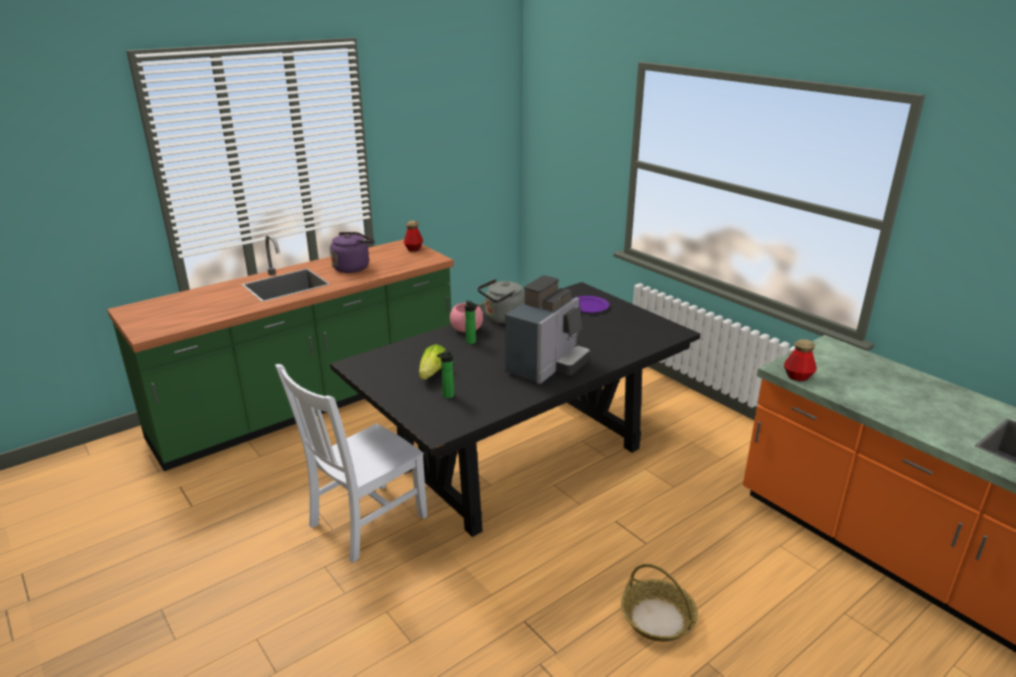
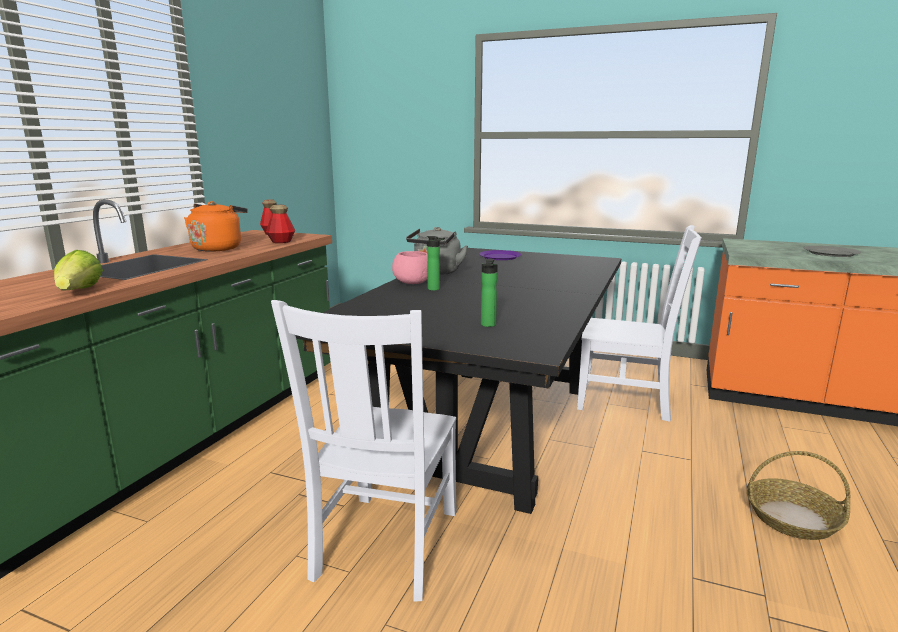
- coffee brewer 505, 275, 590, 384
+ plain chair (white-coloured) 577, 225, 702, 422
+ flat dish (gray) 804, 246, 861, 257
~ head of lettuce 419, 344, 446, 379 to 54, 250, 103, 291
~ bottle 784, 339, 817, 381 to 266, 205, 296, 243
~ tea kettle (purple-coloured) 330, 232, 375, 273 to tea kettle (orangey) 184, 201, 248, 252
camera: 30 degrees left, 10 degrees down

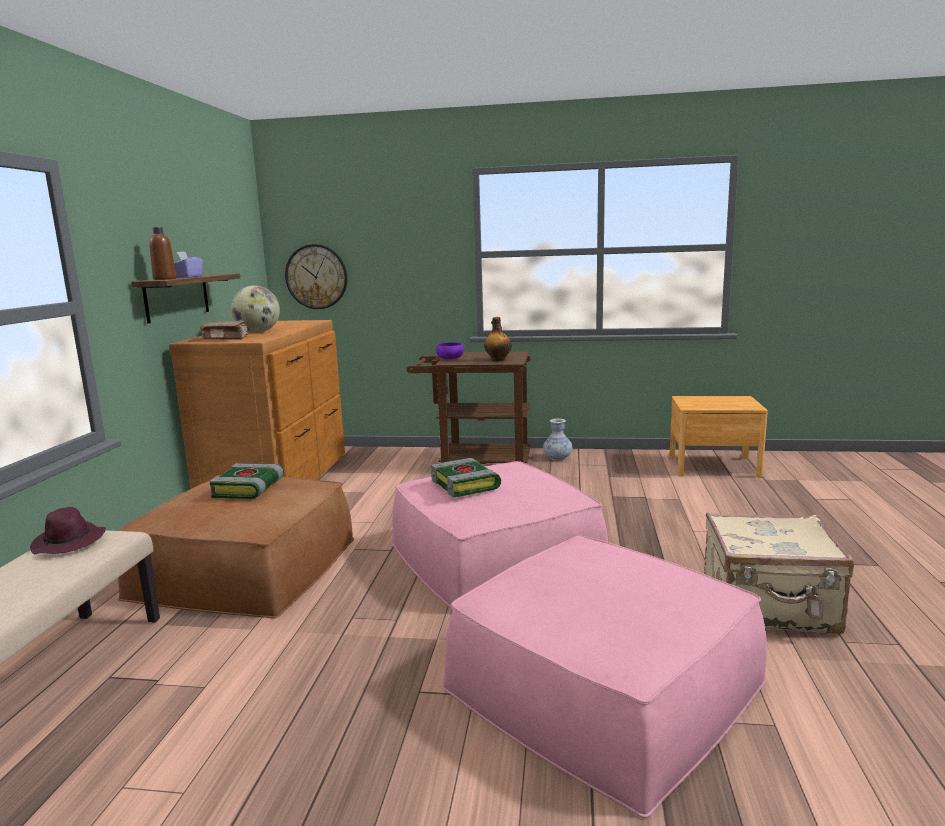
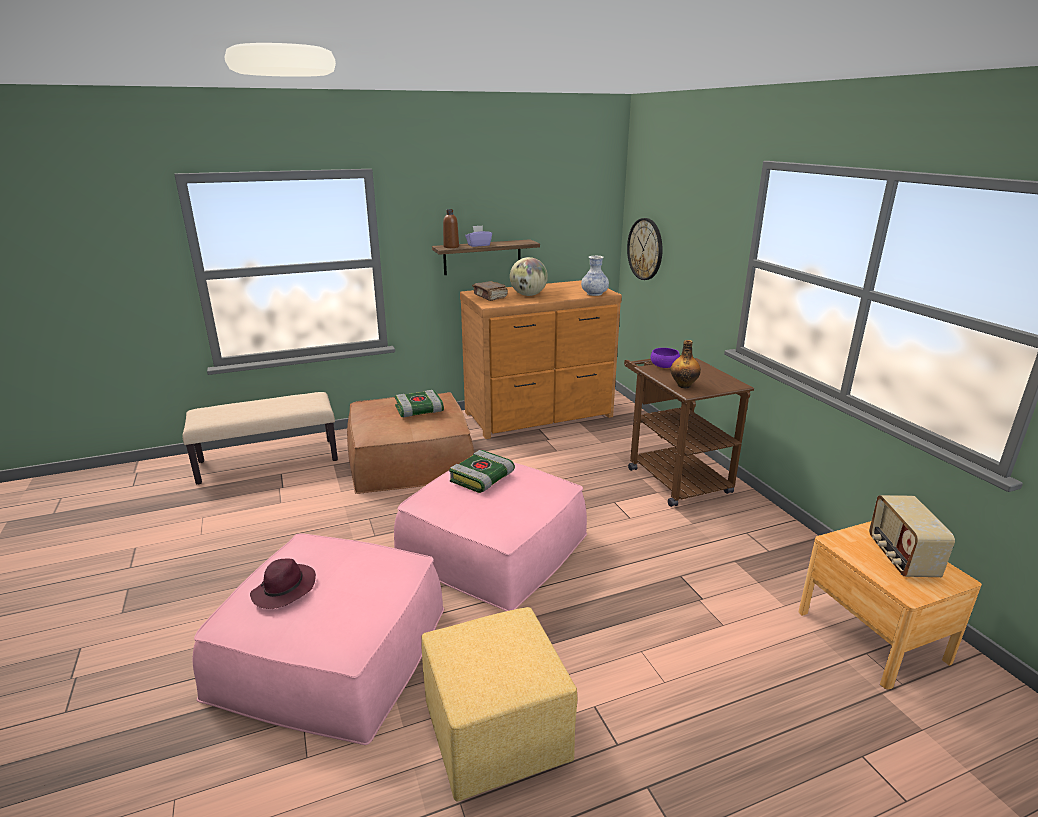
+ radio receiver 869, 495, 955, 577
~ clothing hat (purple-coloured) 30, 507, 106, 554 to 250, 558, 316, 609
~ flower vase 543, 419, 572, 461 to 581, 256, 609, 296
~ piece of luggage (beige-coloured) 704, 512, 854, 634 to pouffe (yellowish) 421, 607, 578, 801
camera: 60 degrees right, 10 degrees up

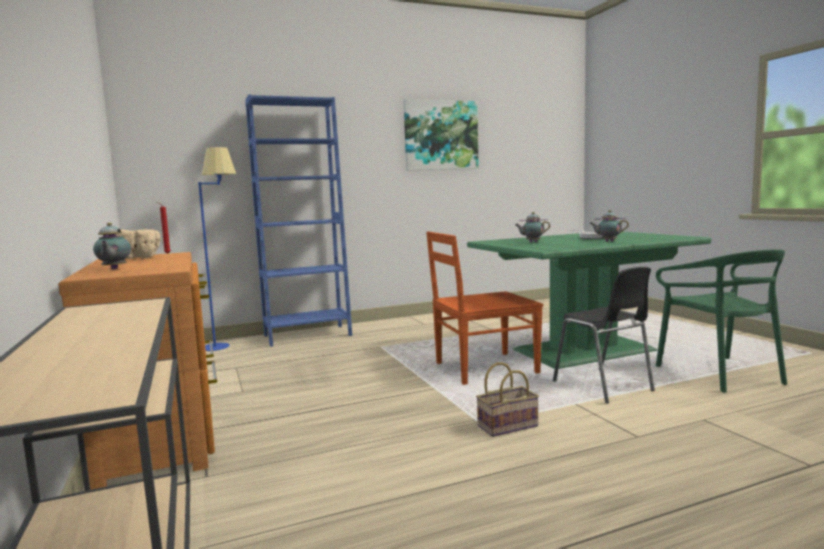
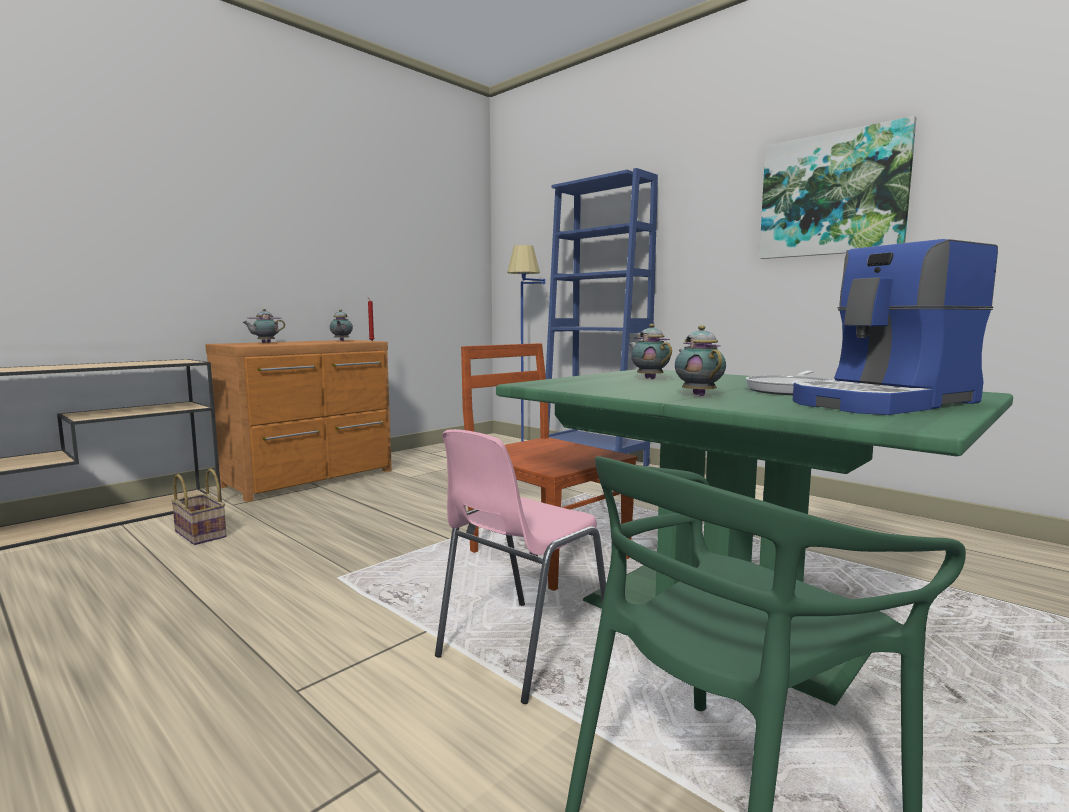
+ coffee brewer 793, 239, 998, 415
~ basket 476, 362, 539, 437 to 171, 468, 227, 545
~ serving bowl (beige-coloured) 118, 229, 161, 259 to tea pot 330, 309, 353, 341
~ plain chair (blackish) 553, 267, 655, 403 to plain chair (pink-coloured) 435, 429, 606, 704
camera: 65 degrees right, 0 degrees up

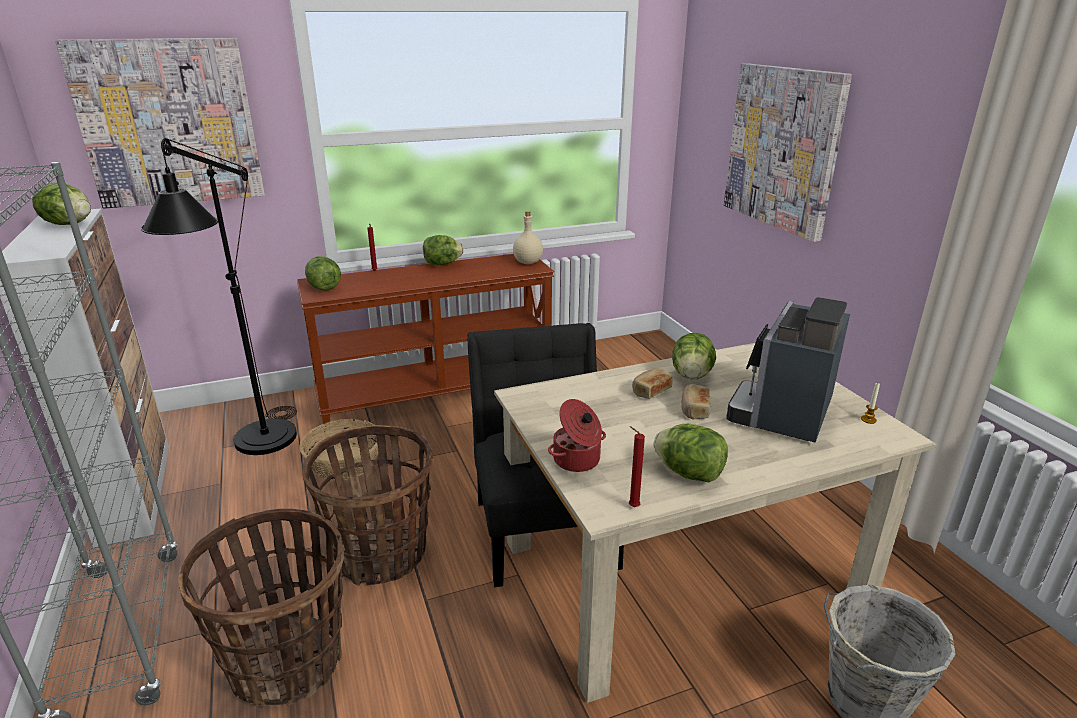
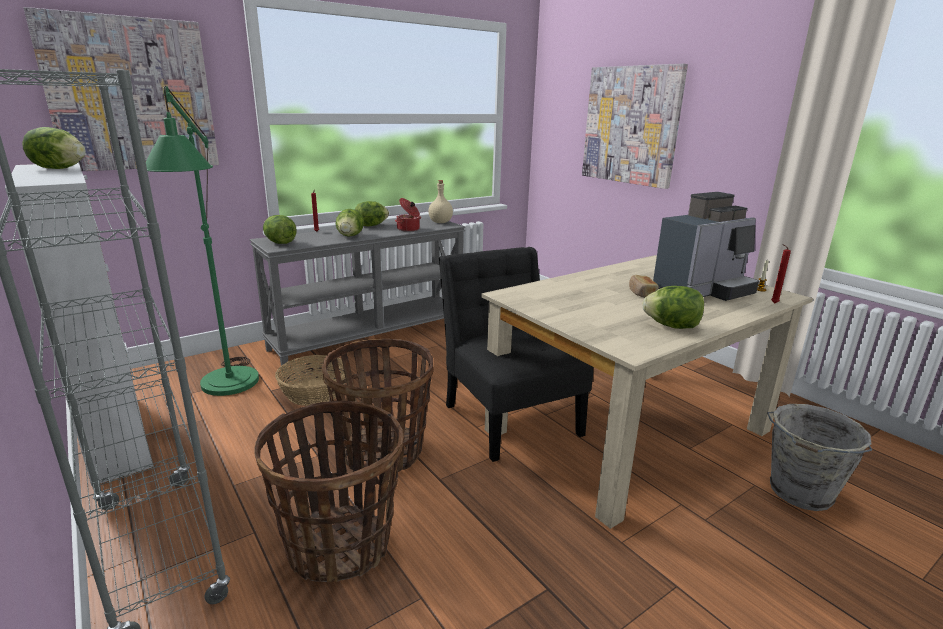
- baked bread 632, 368, 673, 399
~ cooking pot 548, 399, 606, 472 to 395, 198, 421, 232
~ wax light (reddish) 629, 426, 645, 507 to 771, 244, 791, 303
~ head of lettuce 672, 333, 716, 379 to 335, 209, 364, 237
~ standard lamp (blackish) 141, 138, 297, 455 to standard lamp (greenish) 146, 86, 259, 396
~ hall table (brown) 297, 254, 554, 427 to hall table (gray) 250, 218, 465, 370
~ coffee brewer 726, 297, 850, 443 = 653, 192, 759, 301 135 degrees counterclockwise
camera: 15 degrees left, 5 degrees down

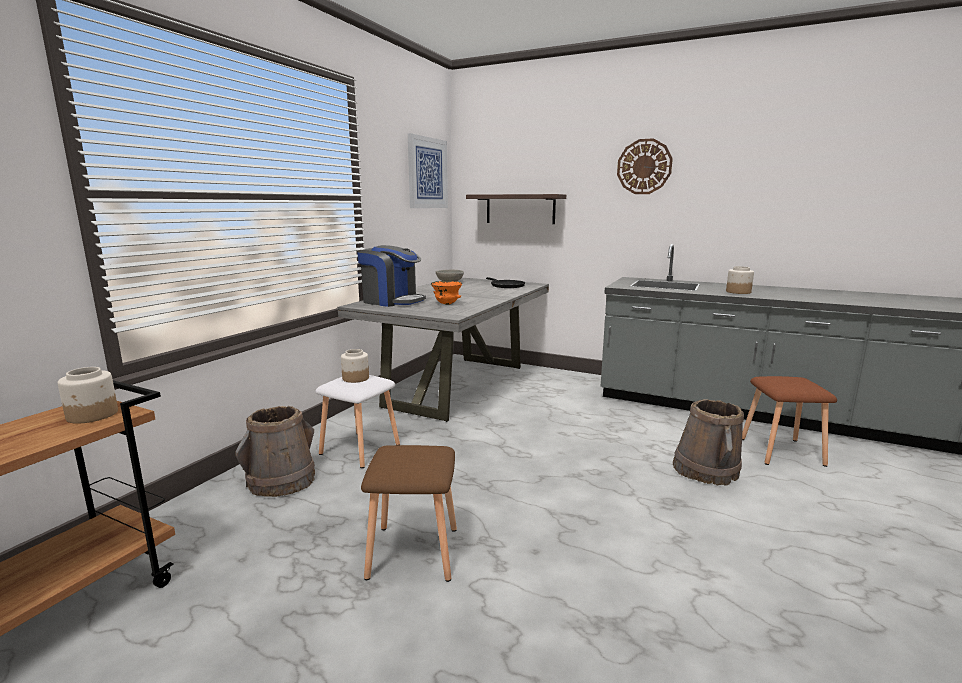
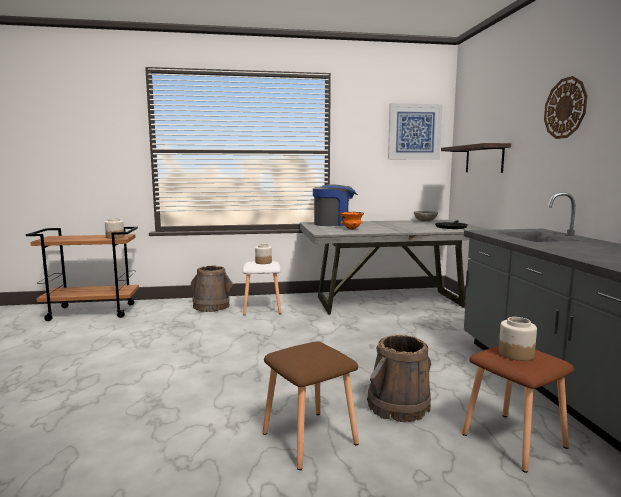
~ stool seat (brown) 361, 445, 457, 582 to 263, 341, 359, 470
~ jar 726, 266, 754, 294 to 499, 317, 537, 361
~ coffee brewer 357, 245, 426, 307 = 313, 184, 358, 226 90 degrees counterclockwise
camera: 55 degrees right, 5 degrees down

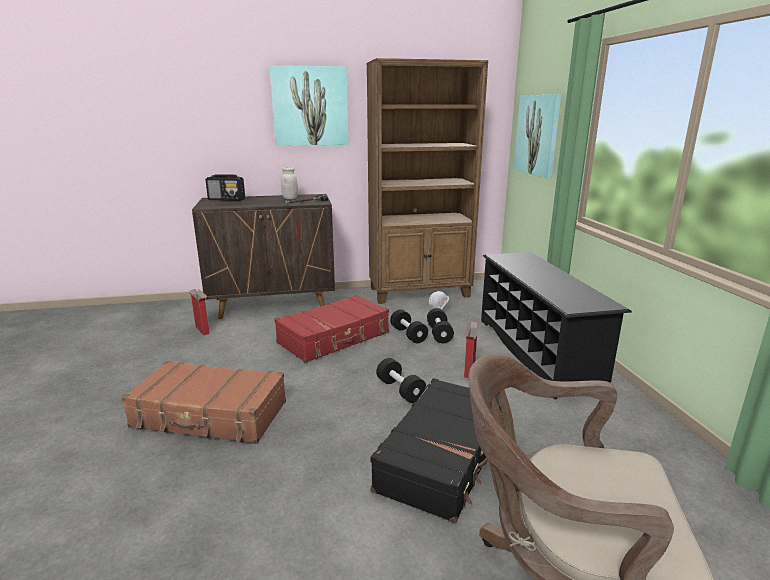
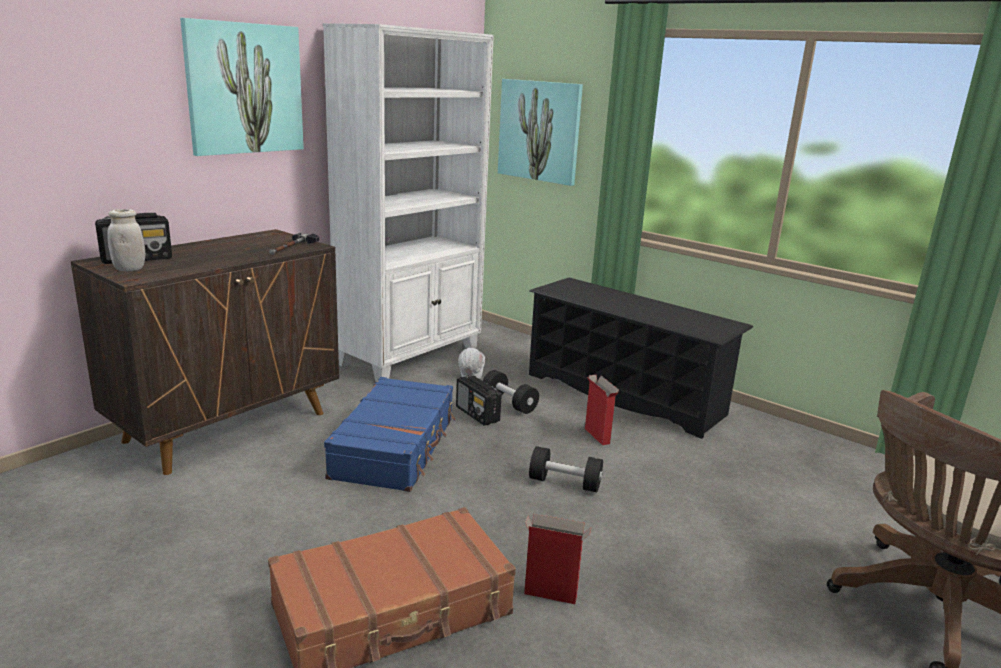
- piece of luggage (blackish) 371, 378, 502, 523
~ cardboard box 188, 289, 210, 335 to 524, 513, 591, 604
~ jar (white-coloured) 281, 167, 298, 199 to 107, 209, 145, 271
~ hand weight (blackish) 390, 309, 428, 343 to radio receiver 456, 375, 502, 426
~ piece of luggage (reddish) 274, 295, 389, 363 to piece of luggage (blue-coloured) 324, 377, 455, 492
~ bookshelf (brown) 367, 58, 488, 304 to bookshelf (white-coloured) 323, 23, 494, 382
camera: 40 degrees left, 0 degrees up

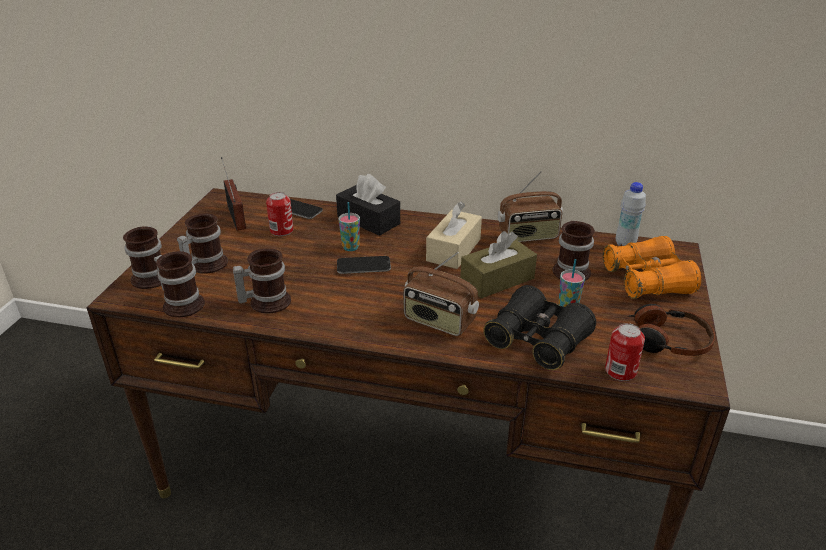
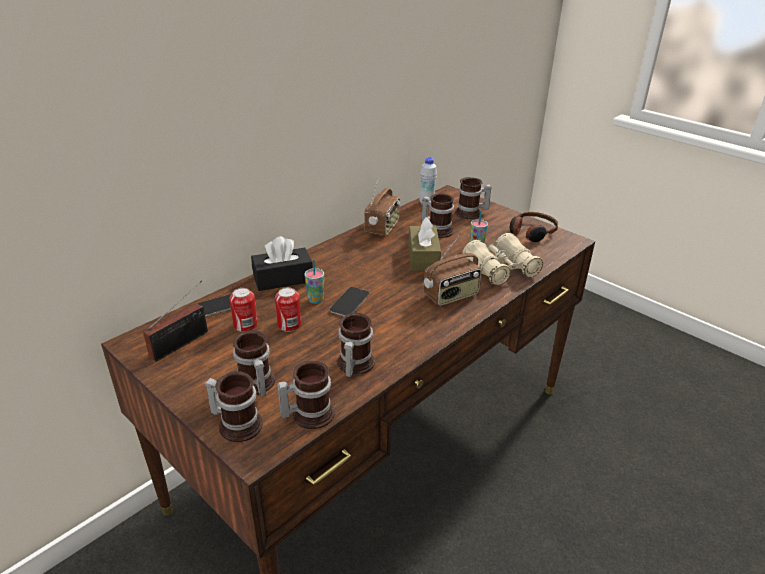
- tissue holder (beige-coloured) 426, 202, 482, 269
~ can 605, 323, 645, 381 to 275, 287, 301, 332
~ binoculars (orangey) 603, 236, 701, 299 to coffee mug 455, 177, 492, 219
~ binoculars (blackish) 483, 285, 596, 370 to binoculars (beige-coloured) 462, 233, 543, 285
~ radio receiver 221, 157, 246, 231 = 143, 281, 208, 362 120 degrees clockwise
camera: 60 degrees left, 0 degrees up

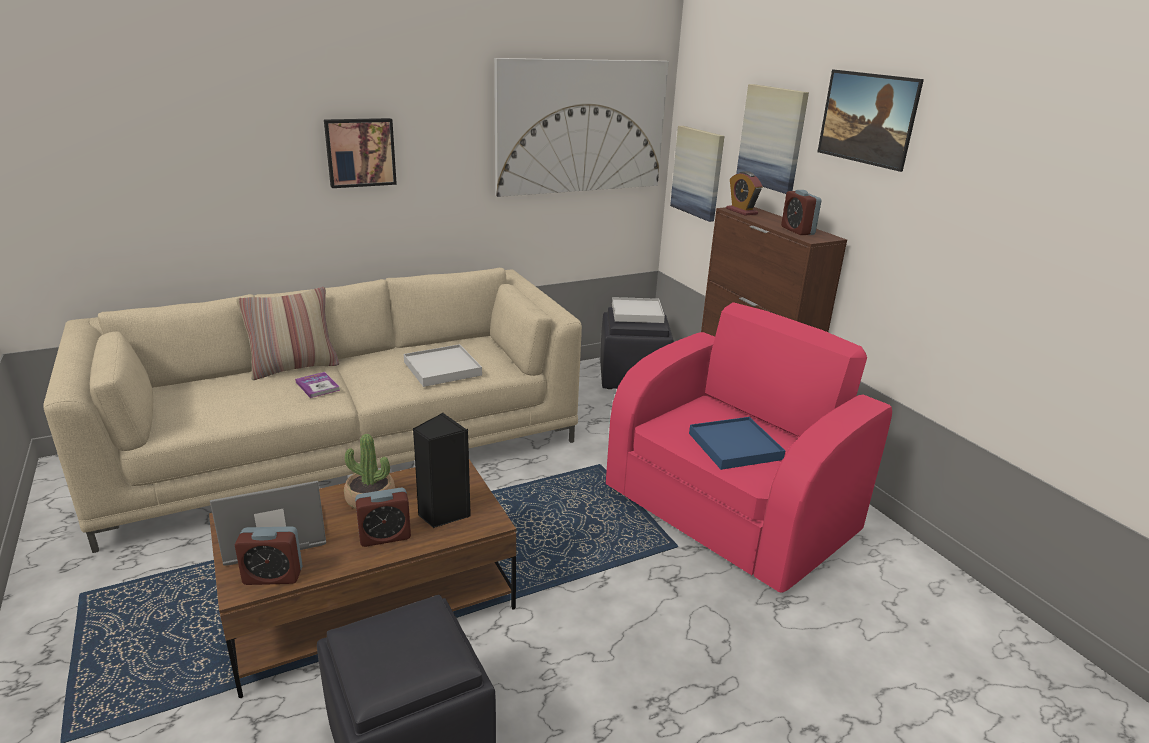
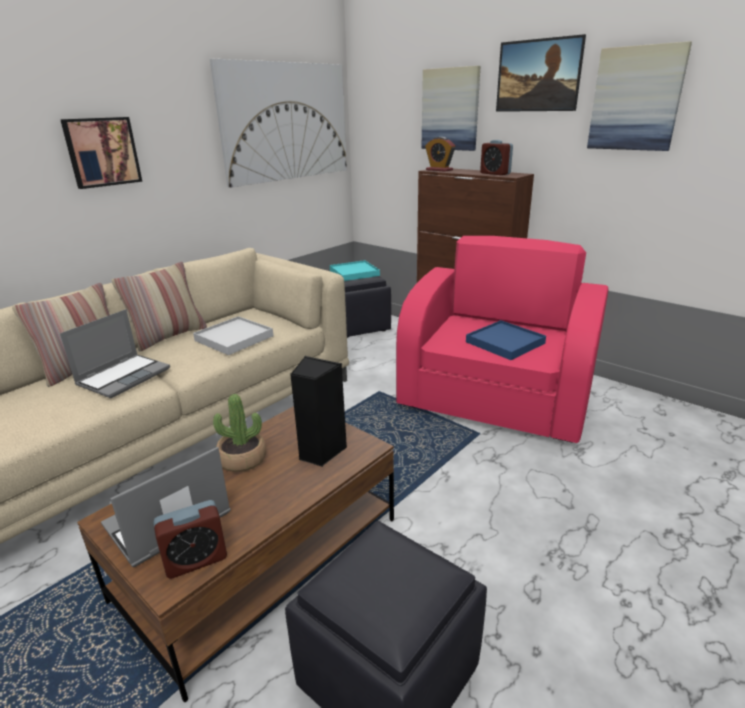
- table clock 355, 487, 411, 547
+ cushion 112, 262, 207, 351
~ picture 670, 126, 724, 222 to 587, 41, 692, 151
~ bound book 295, 372, 340, 398 to notebook computer 60, 309, 170, 398
~ tray (white-coloured) 612, 297, 665, 323 to tray (turquoise-coloured) 330, 260, 380, 281
camera: 20 degrees left, 0 degrees up

